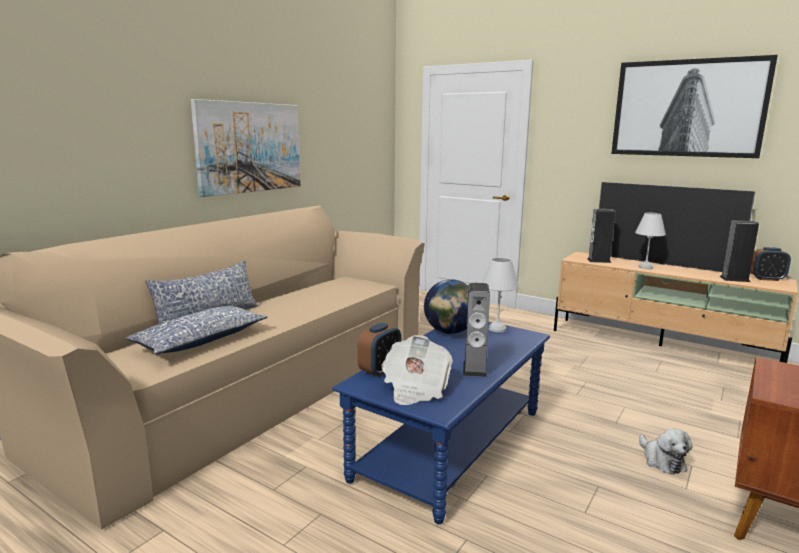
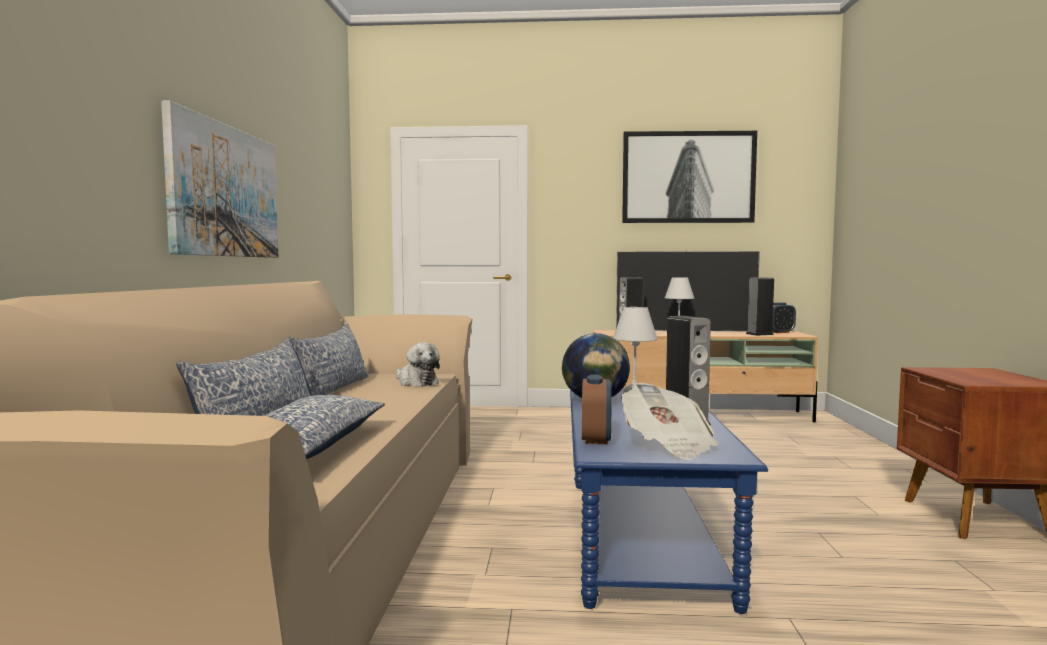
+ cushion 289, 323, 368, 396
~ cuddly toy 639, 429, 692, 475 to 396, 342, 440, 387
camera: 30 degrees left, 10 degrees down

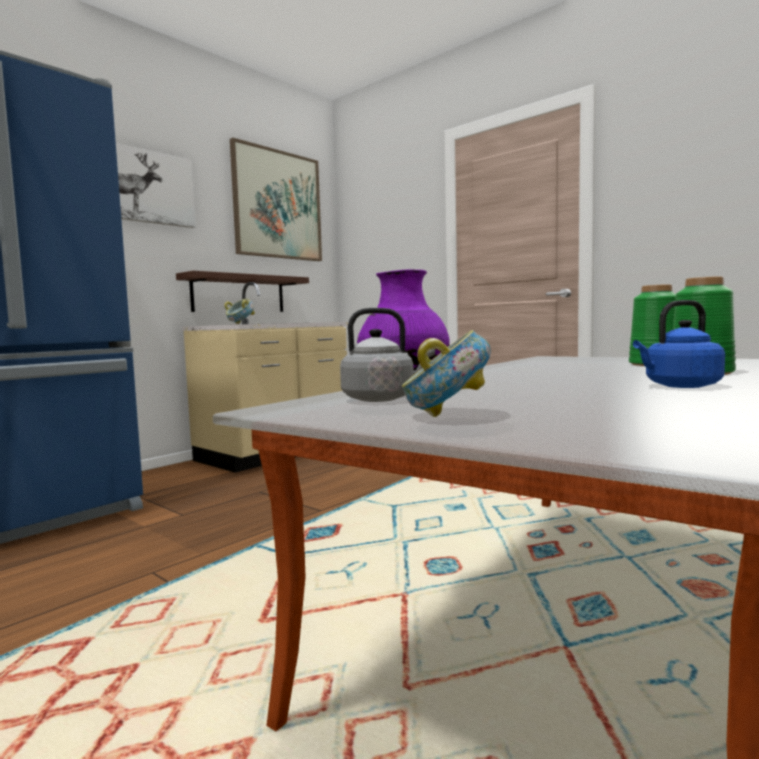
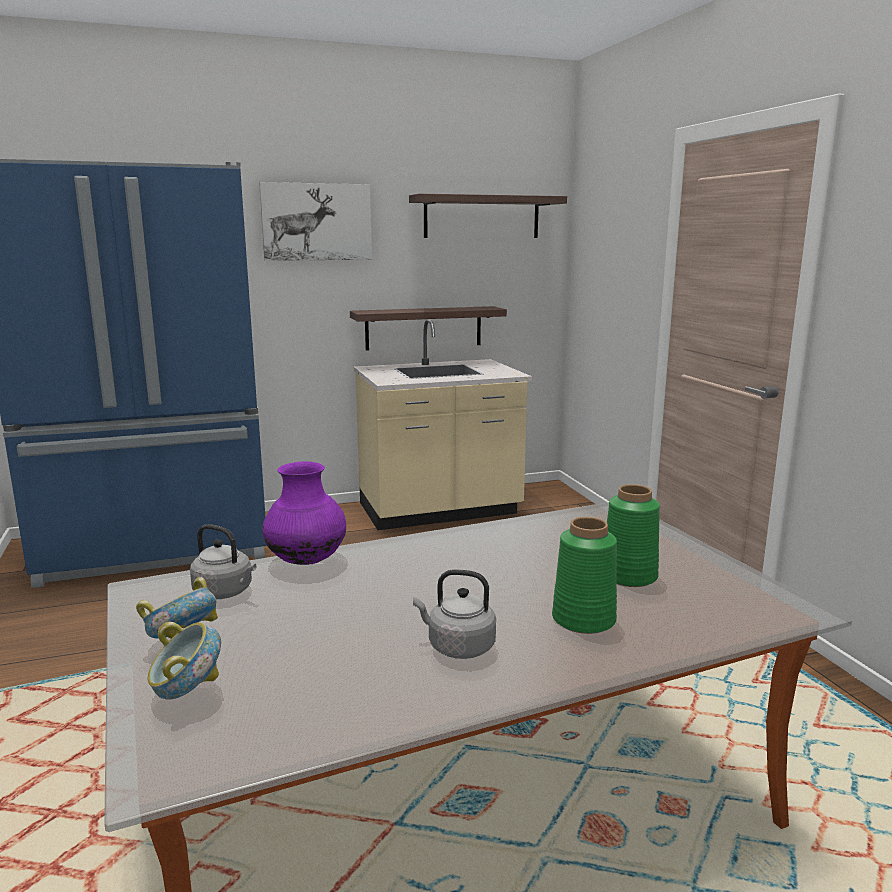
~ serving bowl 224, 299, 255, 324 to 148, 622, 221, 700
~ picture 230, 138, 322, 261 to bracket shelf 409, 194, 567, 238
~ tea kettle (blue-coloured) 633, 300, 725, 388 to tea kettle (gray) 413, 570, 496, 659
camera: 30 degrees right, 10 degrees up

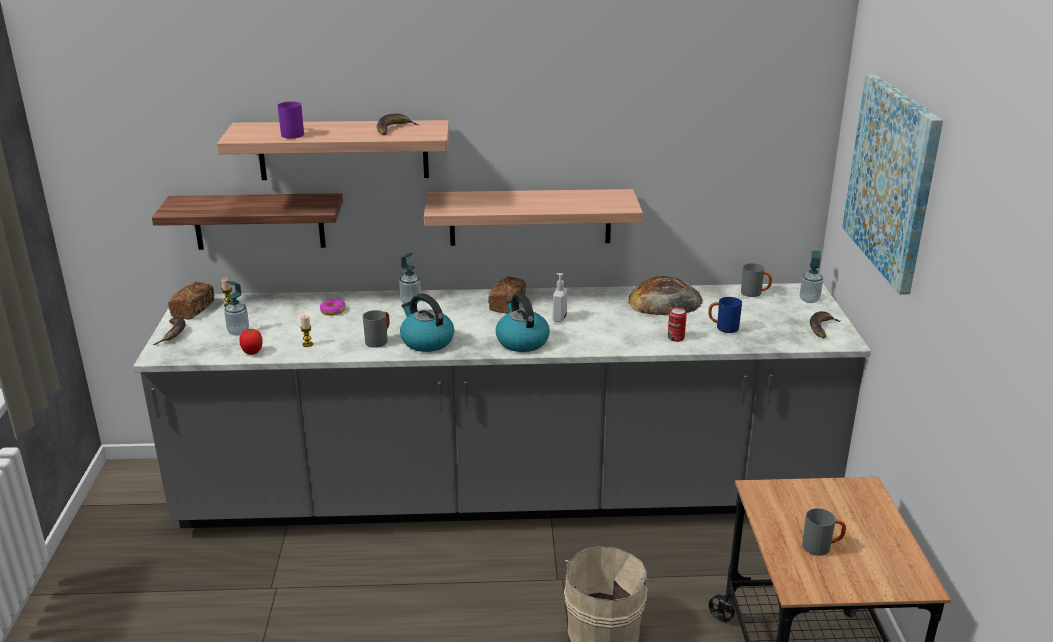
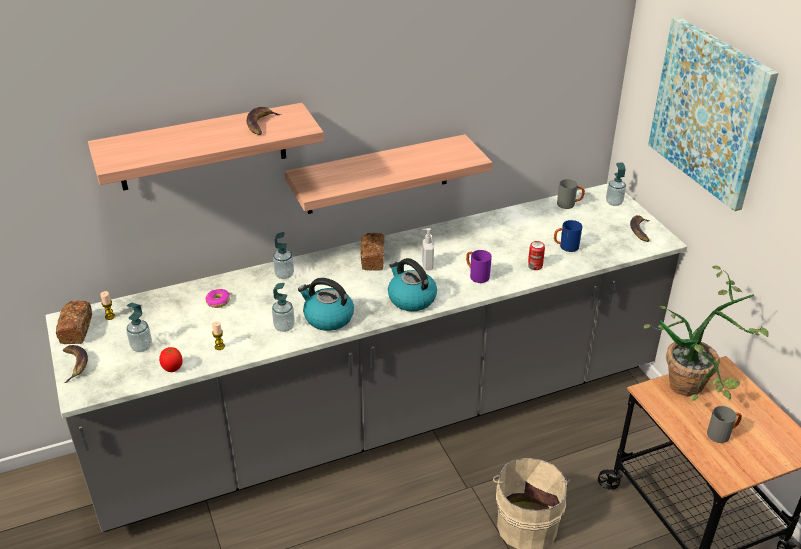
- bracket shelf 152, 193, 343, 250
- baked bread 628, 276, 703, 315
+ plant in a pot 644, 266, 769, 401
~ coffee mug (purple-coloured) 277, 102, 304, 139 to 466, 250, 492, 283
~ coffee mug (gray) 363, 310, 390, 348 to soap dispenser 272, 283, 295, 332
camera: 20 degrees left, 10 degrees up

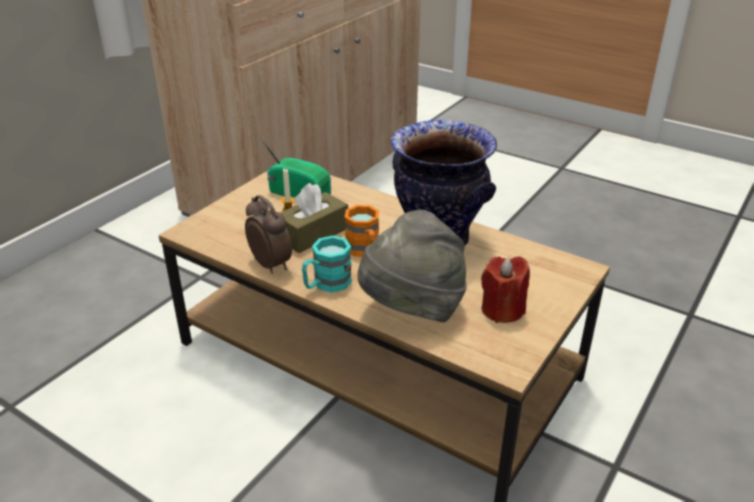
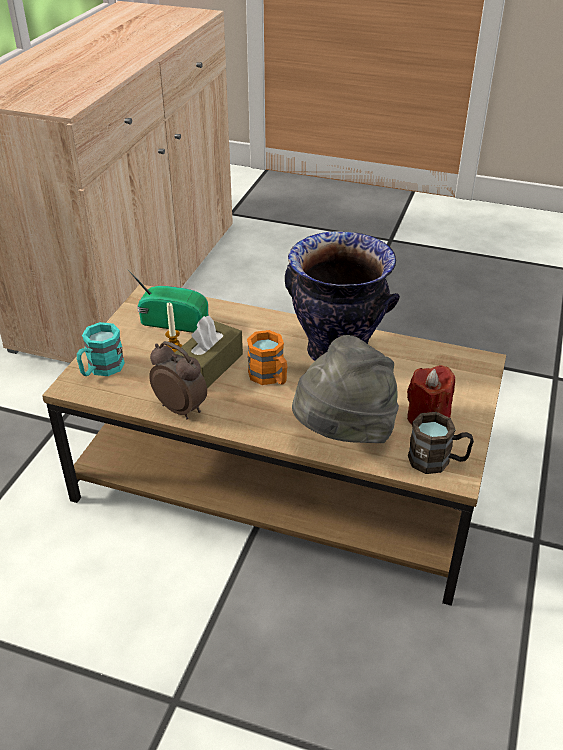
+ coffee mug (brown) 408, 412, 474, 474
~ coffee mug (turquoise-coloured) 302, 236, 352, 293 to 77, 322, 125, 376
camera: 15 degrees left, 5 degrees up

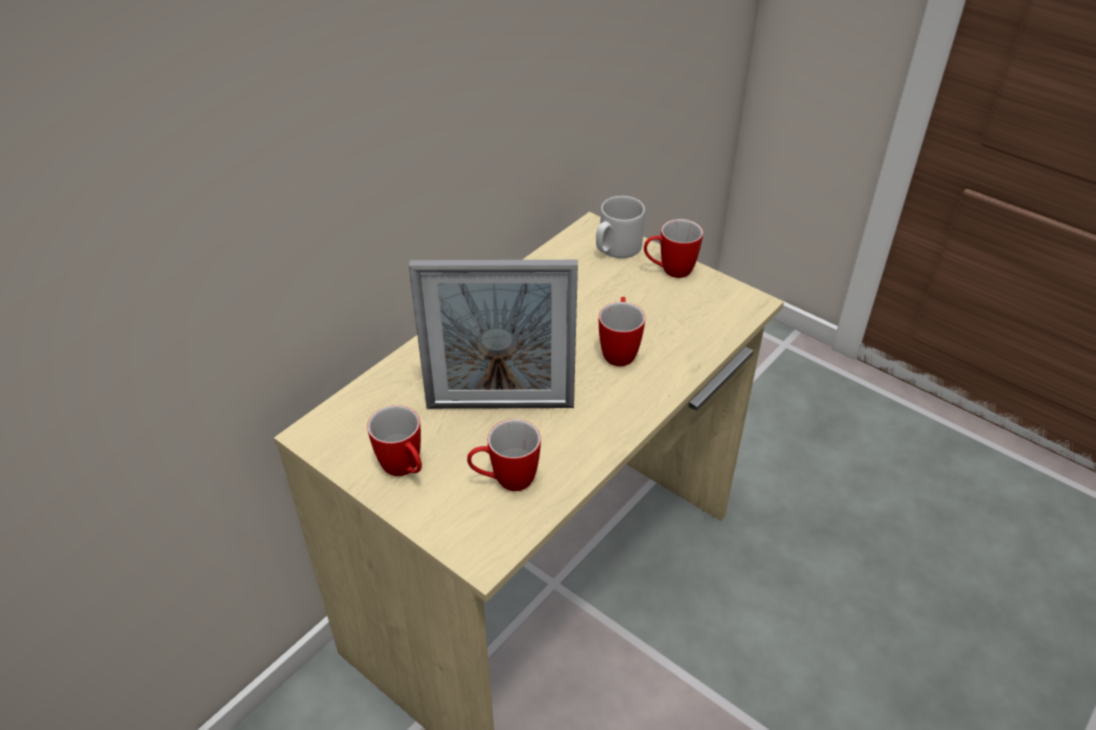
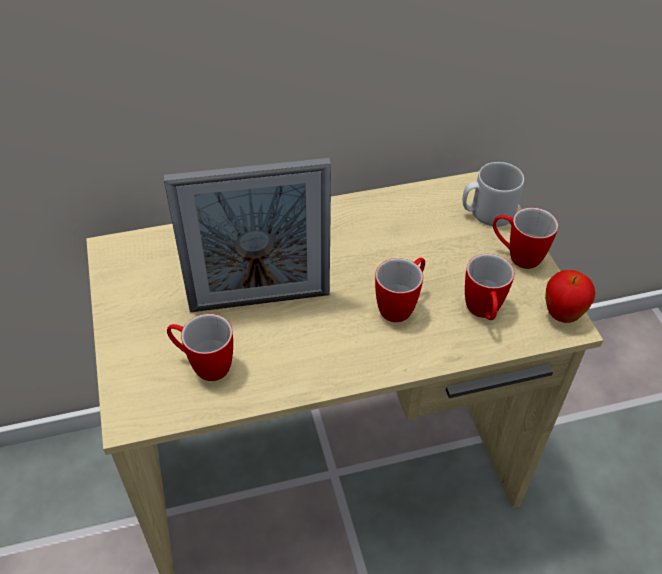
+ apple 545, 270, 595, 323
~ coffee mug 367, 405, 422, 476 to 465, 254, 515, 320
~ standing frame 409, 260, 578, 409 = 164, 158, 331, 312 45 degrees counterclockwise
camera: 35 degrees right, 5 degrees up

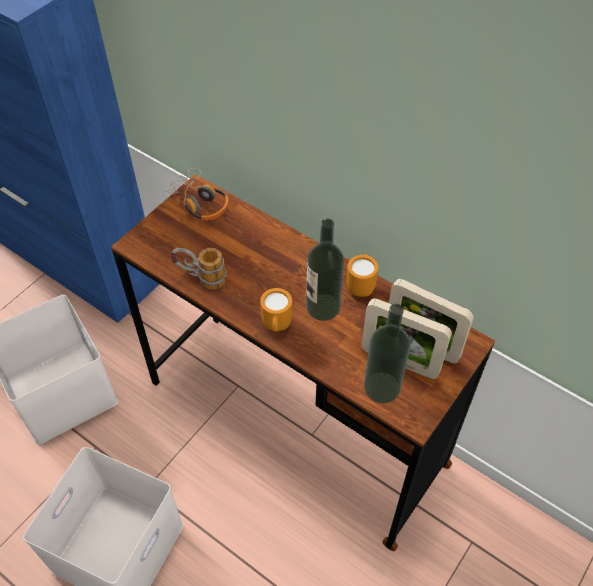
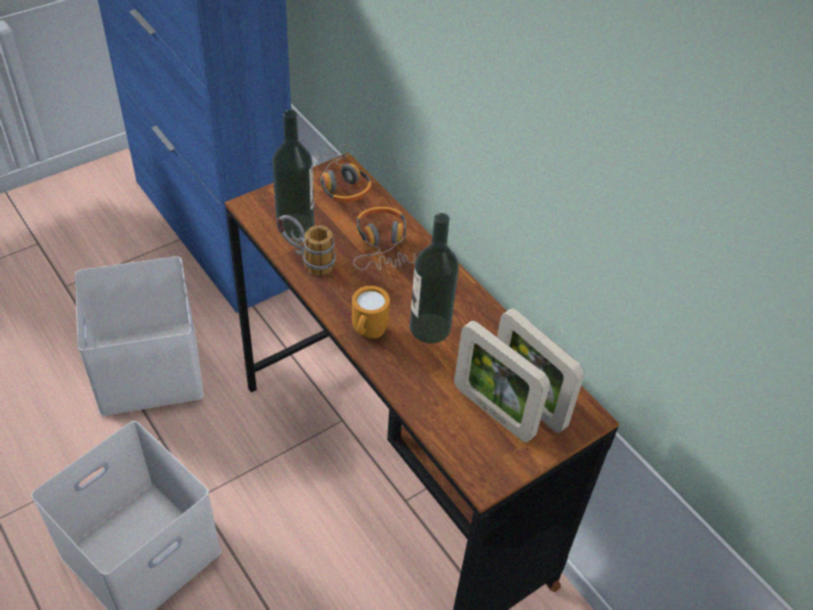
- coffee mug (orangey) 346, 254, 379, 297
+ headphones 353, 207, 420, 270
~ bottle 364, 304, 410, 403 to 272, 110, 314, 238
camera: 15 degrees right, 5 degrees down

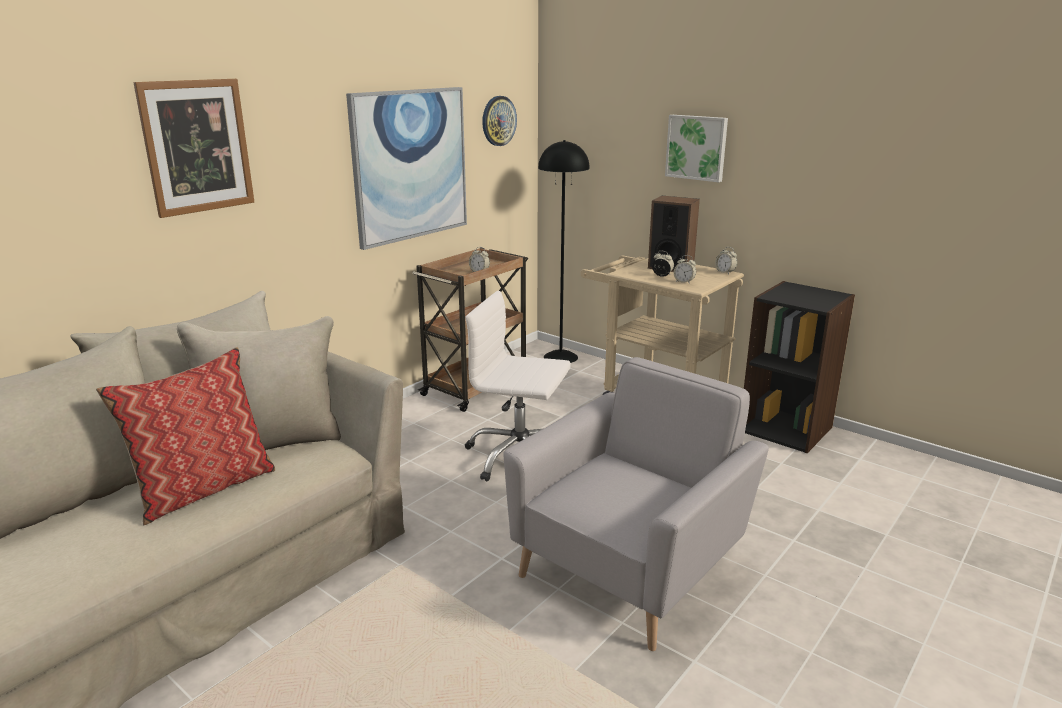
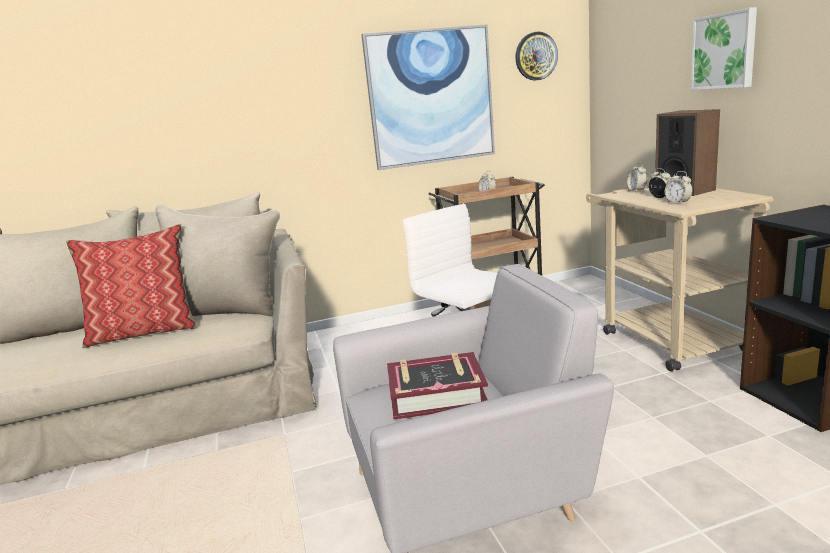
- picture 133, 79, 254, 218
- standard lamp (blackish) 538, 140, 590, 363
+ bound book 387, 352, 488, 420
~ table clock 715, 247, 737, 274 to 627, 163, 647, 192
camera: 35 degrees right, 5 degrees down

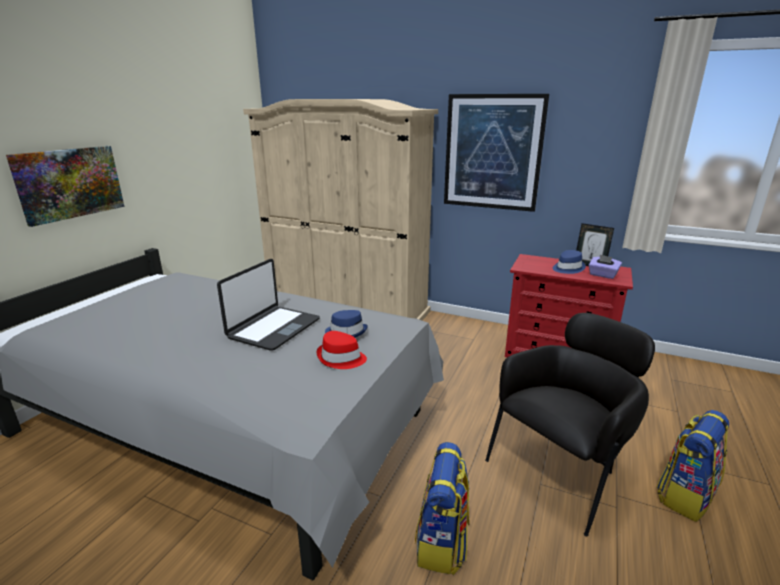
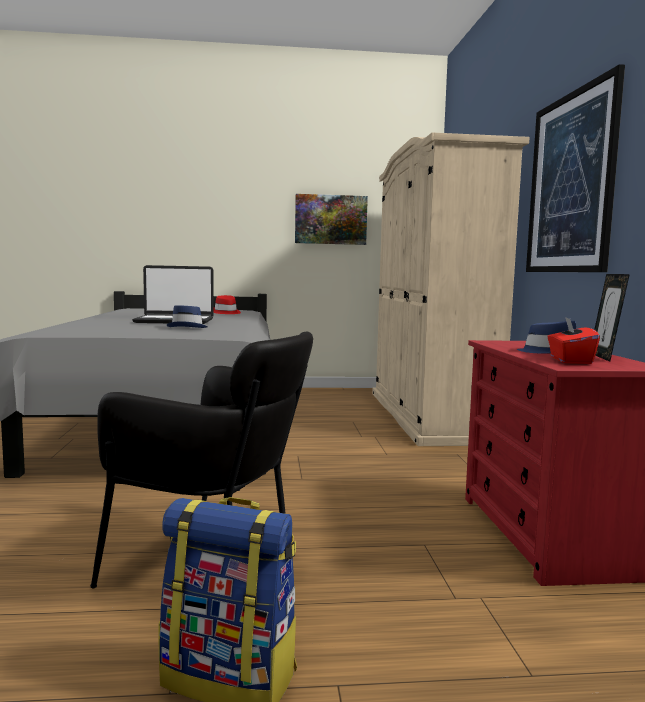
- backpack 415, 442, 470, 575
~ picture 6, 146, 125, 227 to 295, 194, 368, 245
~ clothing hat (reddish) 317, 331, 367, 369 to 214, 295, 241, 314
~ tissue holder (purple-coloured) 589, 255, 622, 279 to tissue holder (reddish) 547, 317, 600, 364
camera: 60 degrees right, 15 degrees down

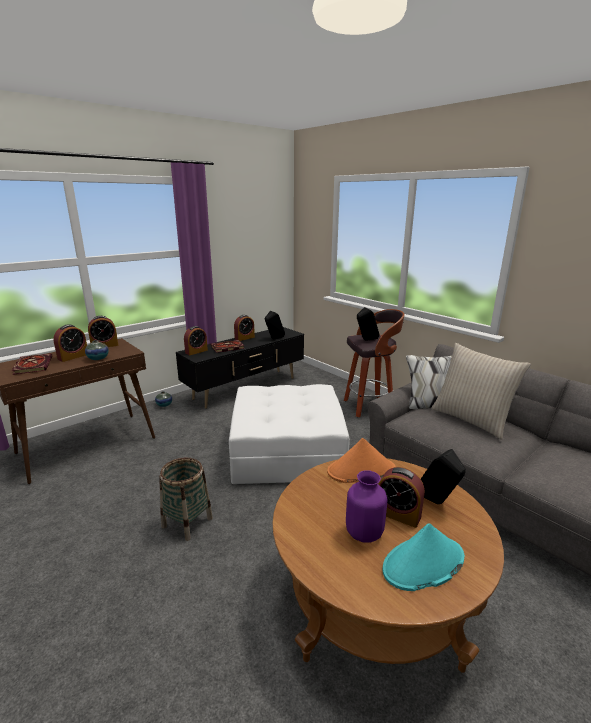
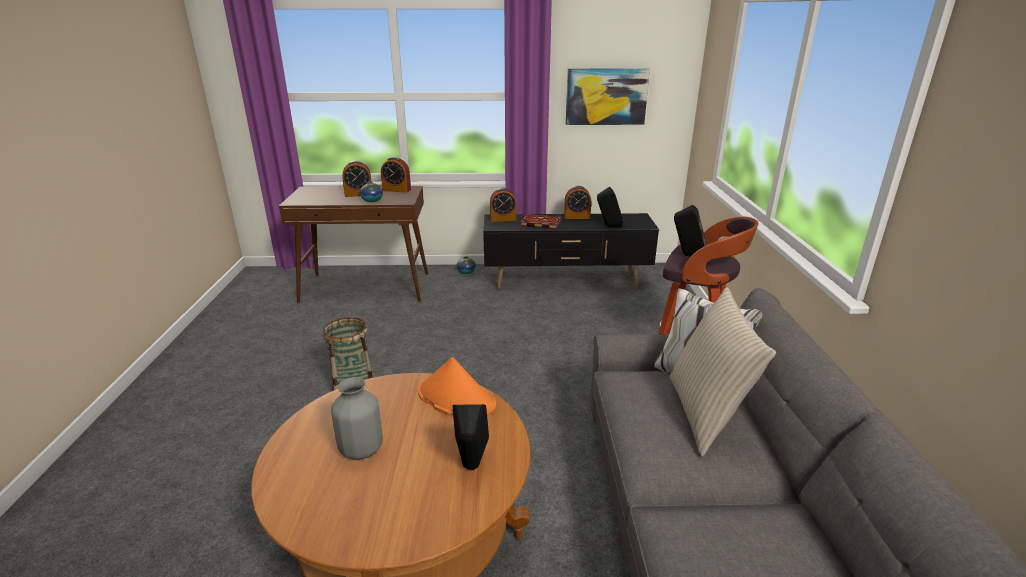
- bound book 12, 354, 52, 375
- pouffe (white-coloured) 229, 384, 350, 484
- table clock 378, 467, 425, 528
- clothing hat (turquoise-coloured) 383, 523, 465, 591
+ picture 566, 68, 650, 125
~ flower vase (purple-coloured) 346, 470, 387, 543 to flower vase (gray) 331, 377, 383, 460
camera: 40 degrees right, 5 degrees up

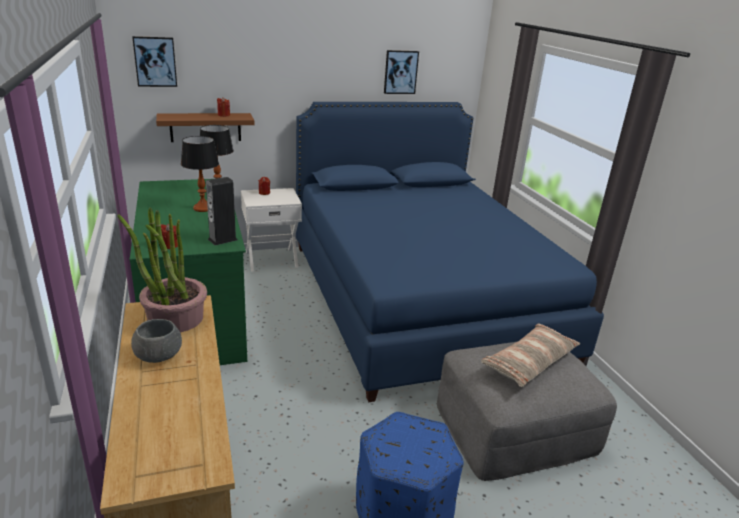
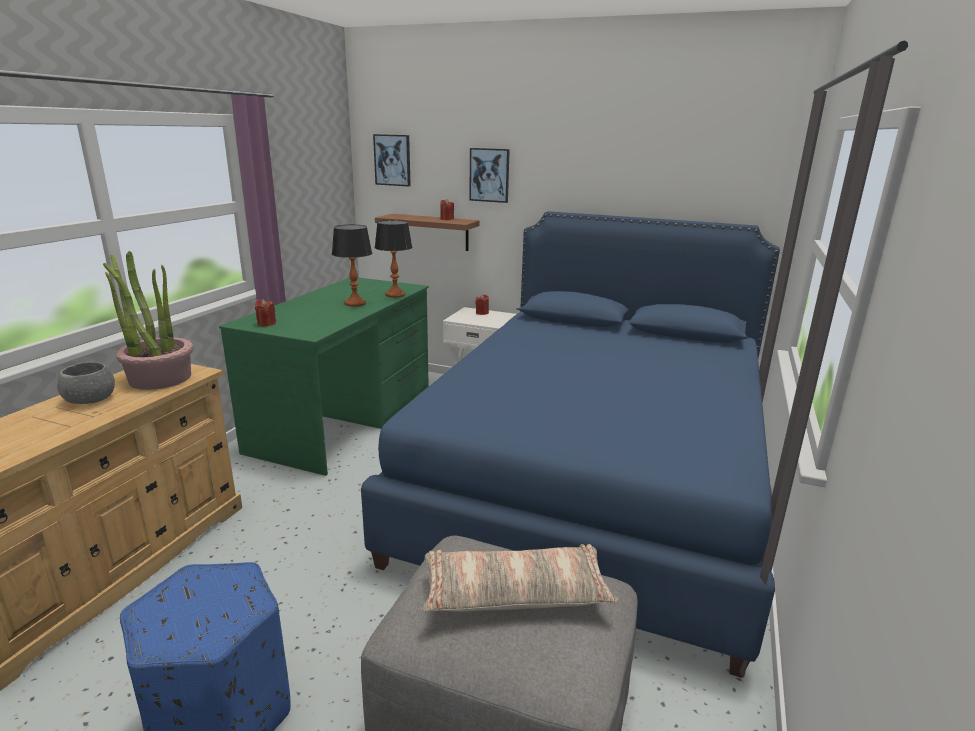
- speaker 206, 177, 237, 245
~ picture 384, 50, 419, 94 to 469, 148, 510, 203
camera: 40 degrees right, 5 degrees down

